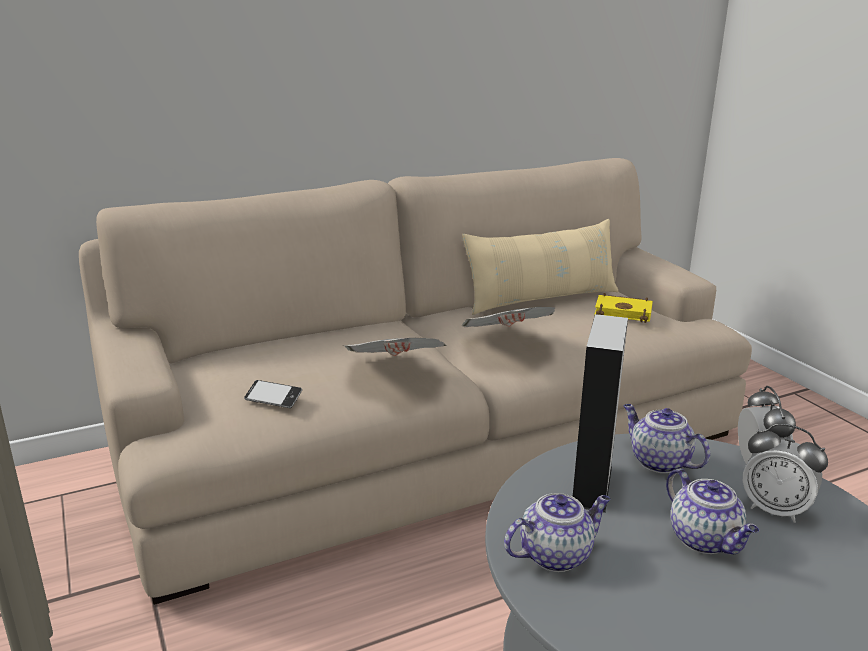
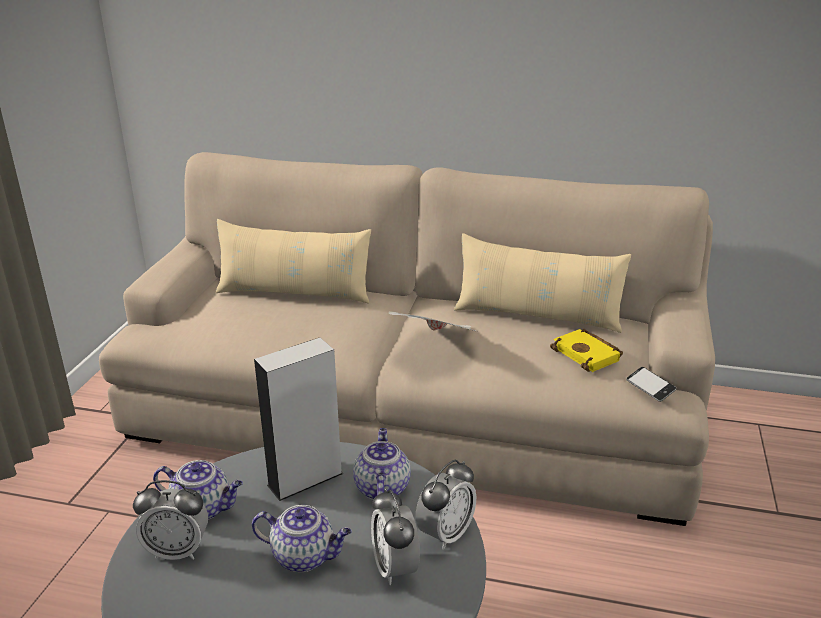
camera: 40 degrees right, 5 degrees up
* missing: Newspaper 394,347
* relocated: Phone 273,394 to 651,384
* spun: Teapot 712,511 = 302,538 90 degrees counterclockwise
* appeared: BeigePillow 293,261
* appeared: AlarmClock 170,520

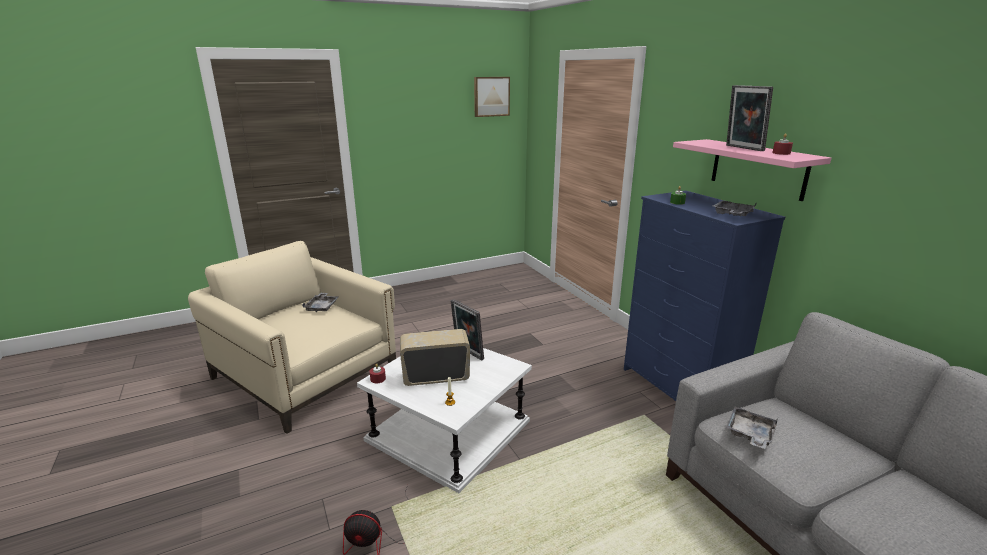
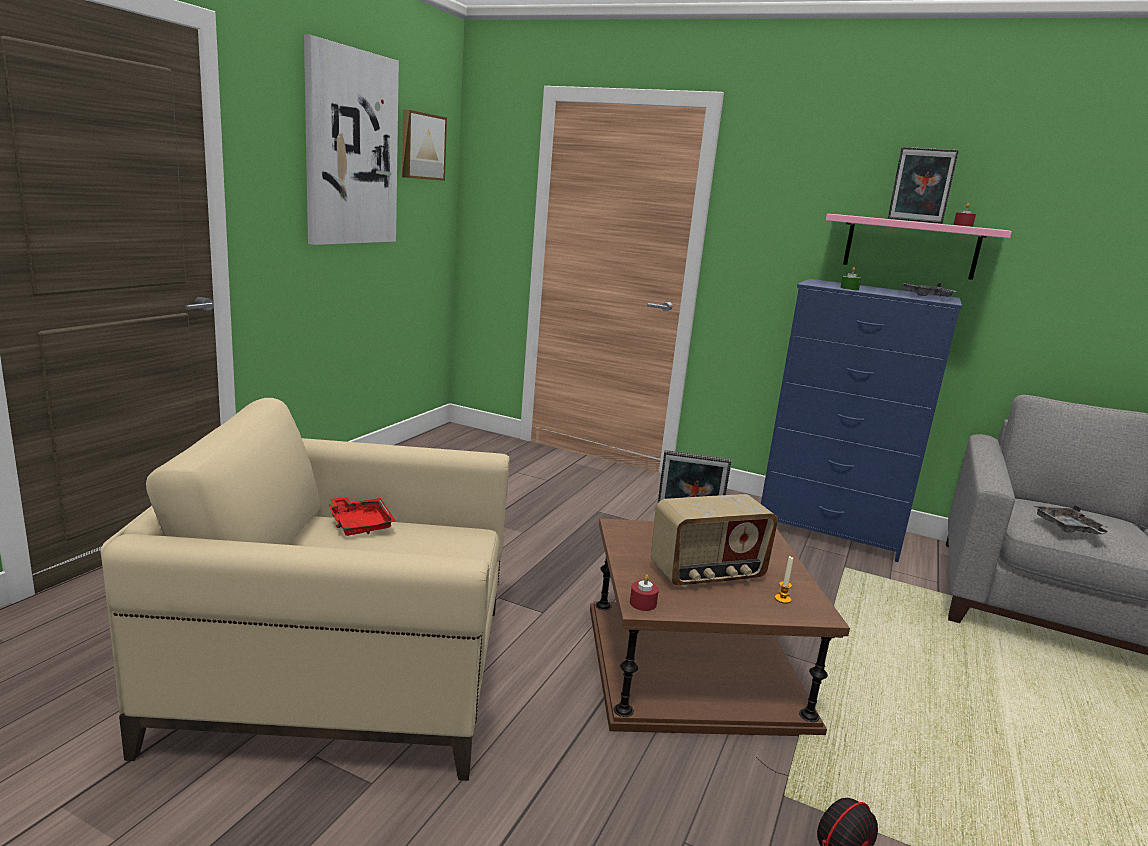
camera: 40 degrees left, 5 degrees down
* colour: GreyTray 320,302 to RedTray 362,516
* spun: Radio 435,357 = 714,541 150 degrees counterclockwise
* colour: WhiteSideTable 444,420 to BrownSideTable 720,627
* appeared: Picture 351,140

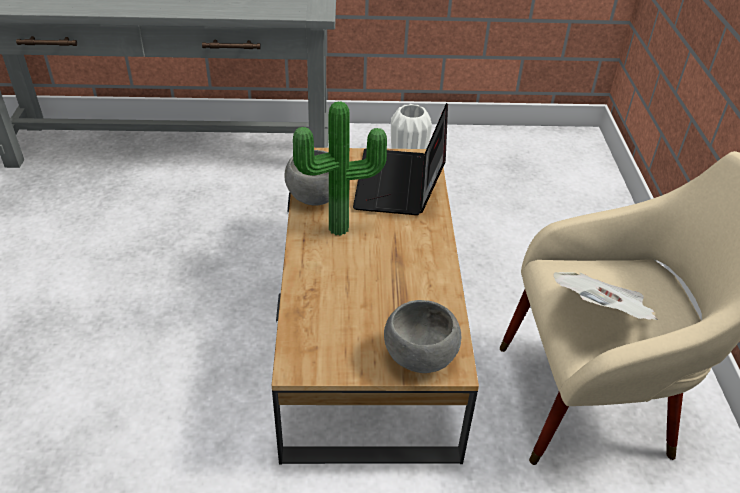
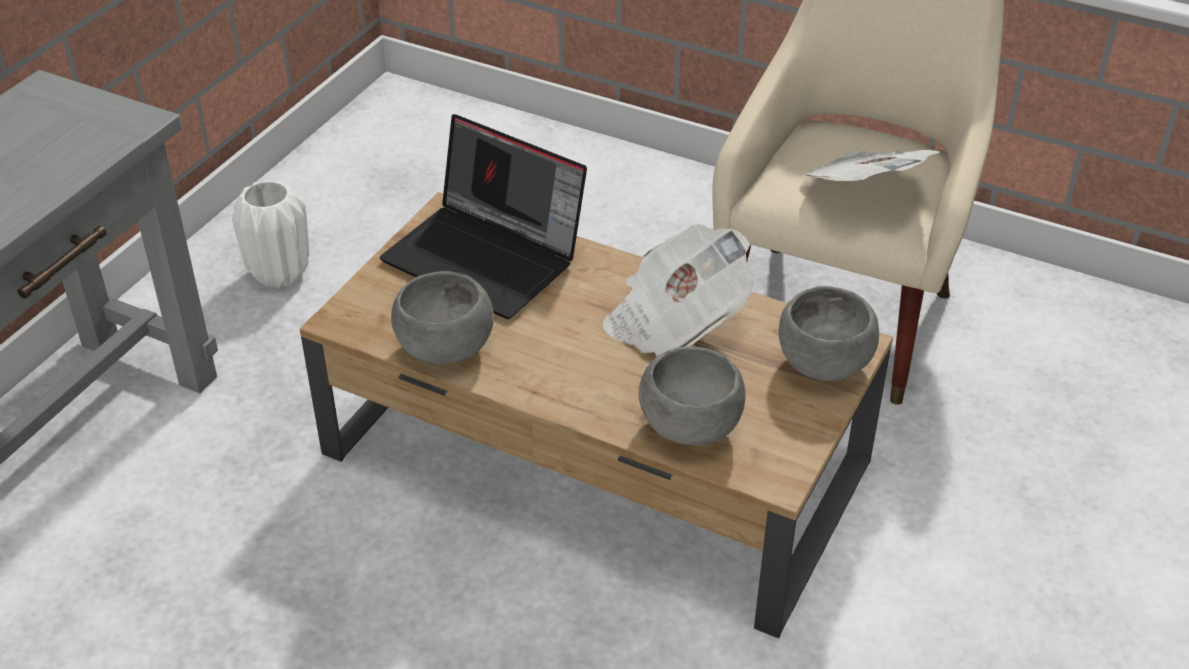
camera: 60 degrees left, 0 degrees up
* missing: PottedPlant 340,168
* appeared: Newspaper 678,290
* appeared: GreyBowl 692,395

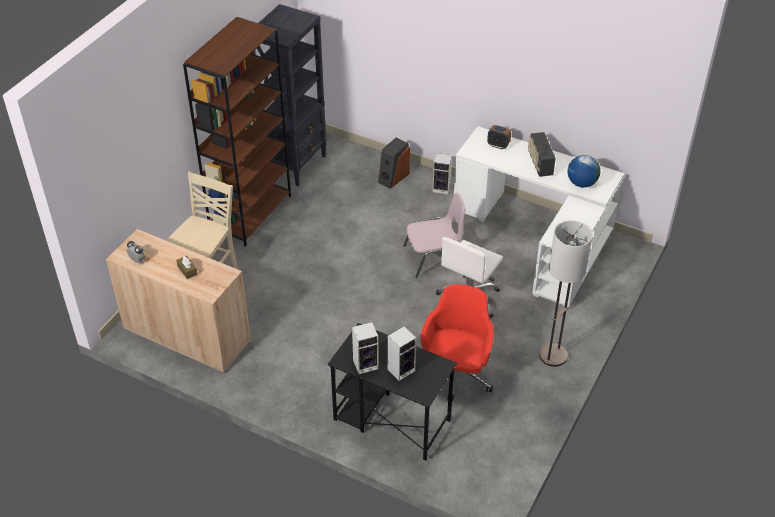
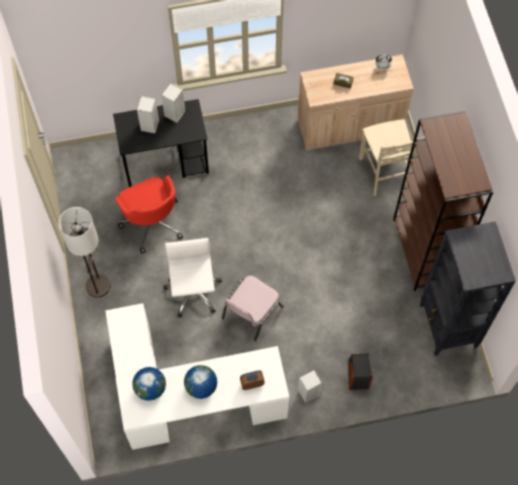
camera: 140 degrees right, 20 degrees up
* exchanged: Radio 542,154 to Globe 200,382

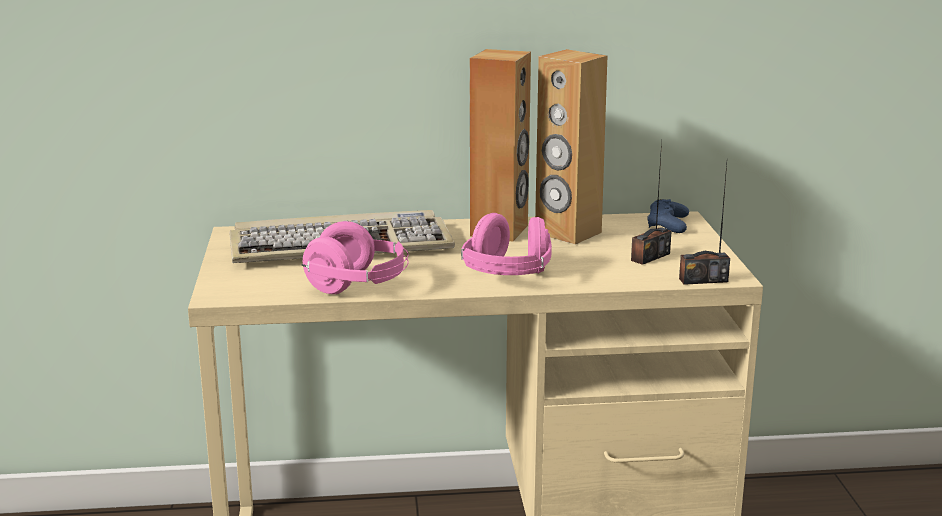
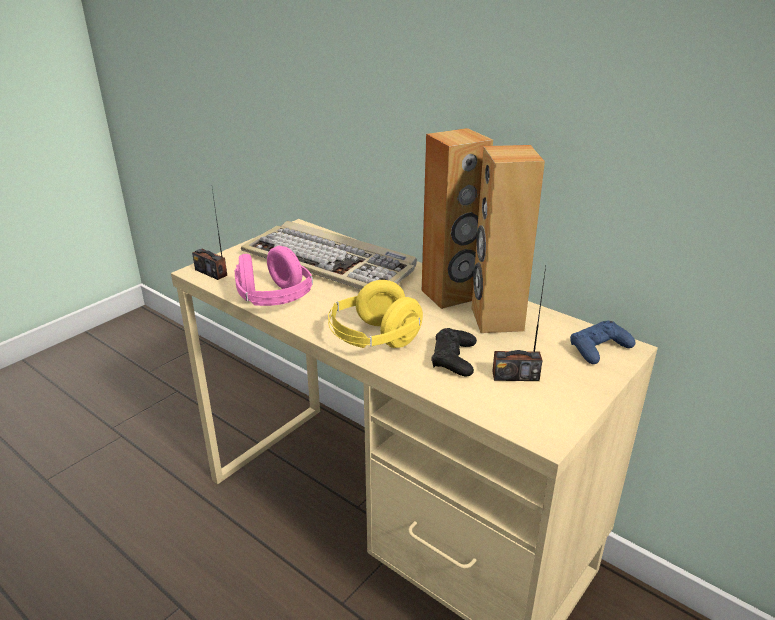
camera: 45 degrees right, 10 degrees up
* relocated: Radio 704,224 to 209,234
* colour: PinkHeadphones 506,244 to YellowHeadphones 375,314
* appeared: BlackGameController 454,352

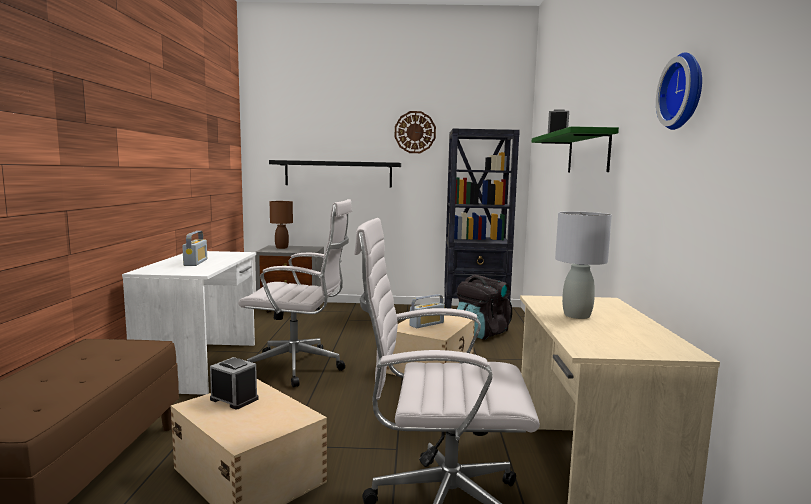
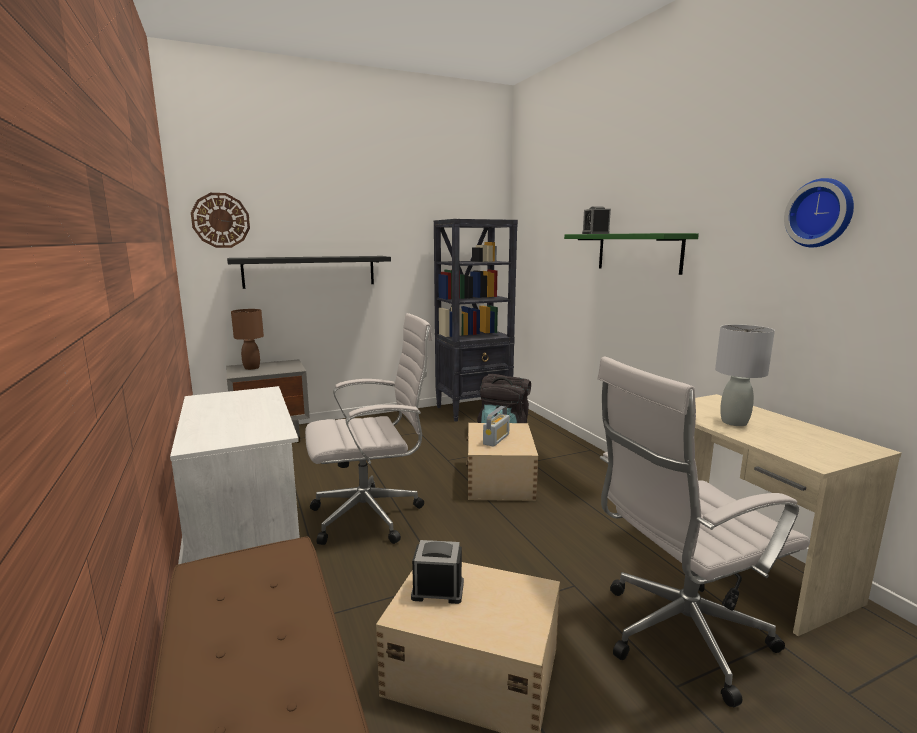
camera: 25 degrees left, 5 degrees up
* relocated: WallClock 415,132 to 220,220
* missing: Radio 194,248

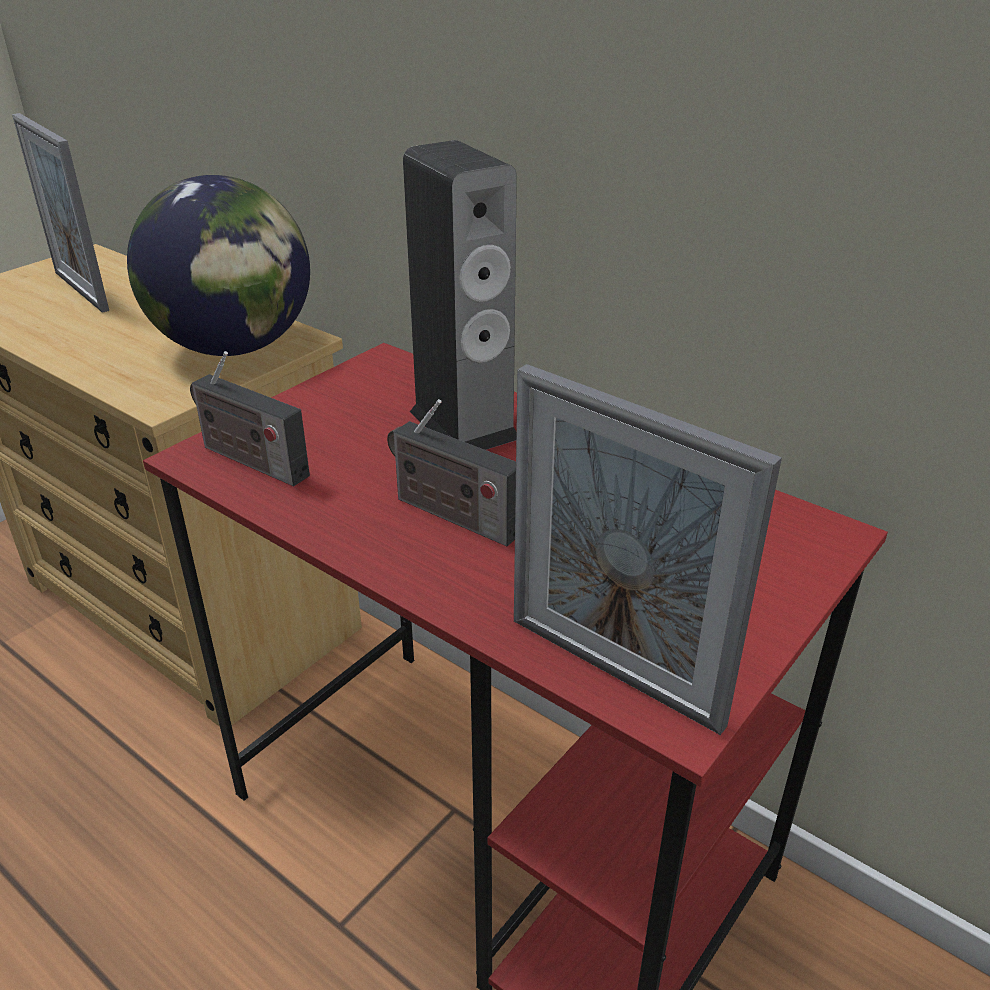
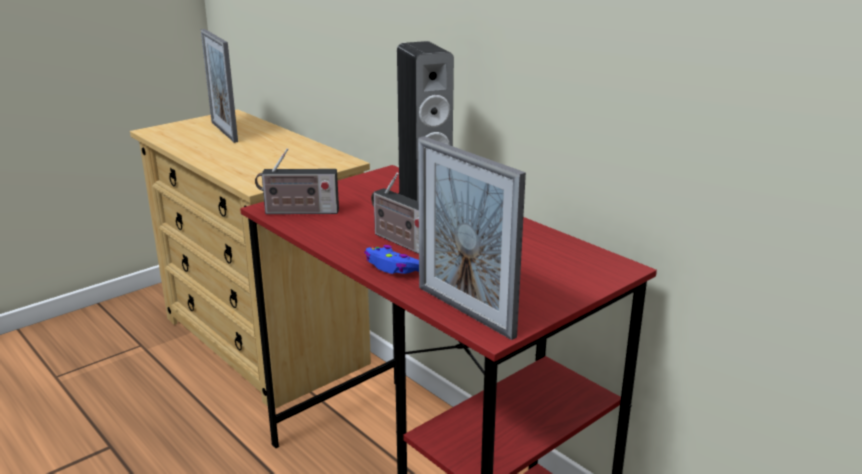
camera: 10 degrees right, 10 degrees down
* missing: Globe 218,265
* spun: Radio 250,418 = 297,181 45 degrees counterclockwise
* appeared: BlueGameController 391,259

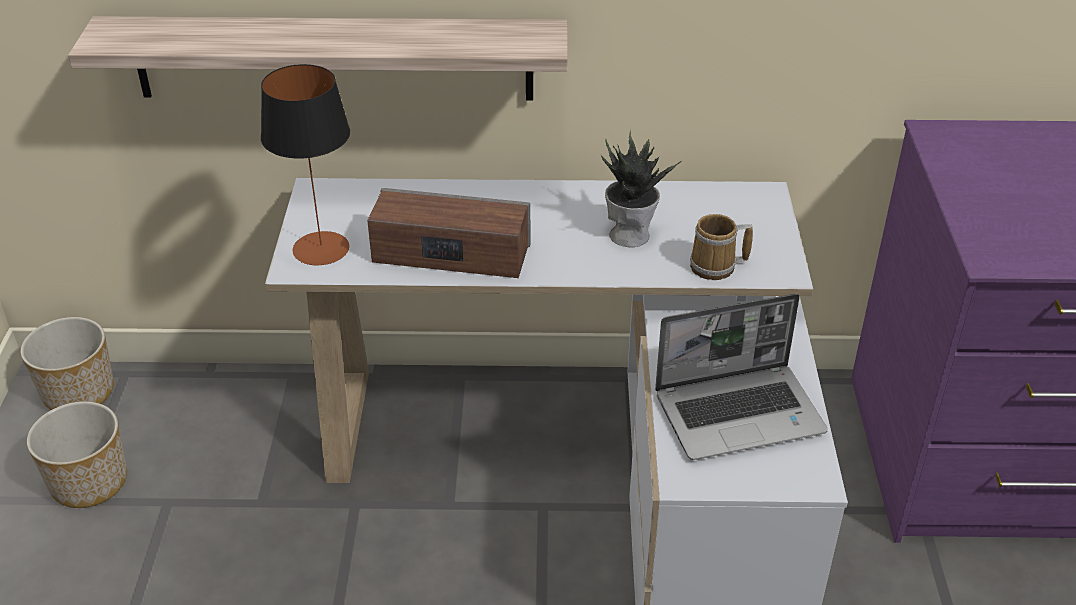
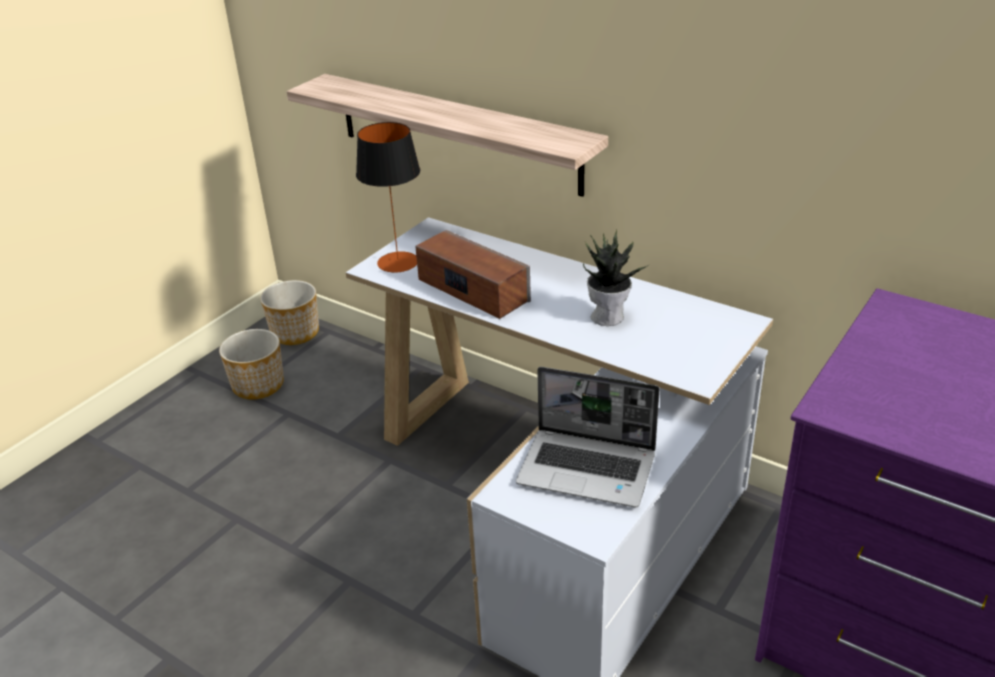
camera: 35 degrees right, 5 degrees down
* missing: Mug 721,247

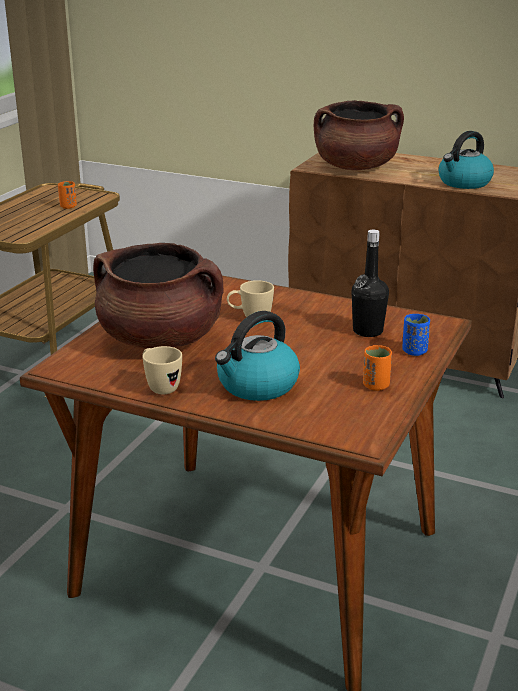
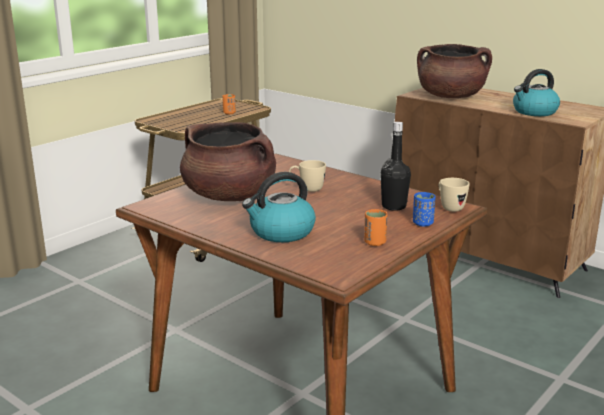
camera: 15 degrees right, 5 degrees down
* relocated: BeigeMug 162,370 to 454,195

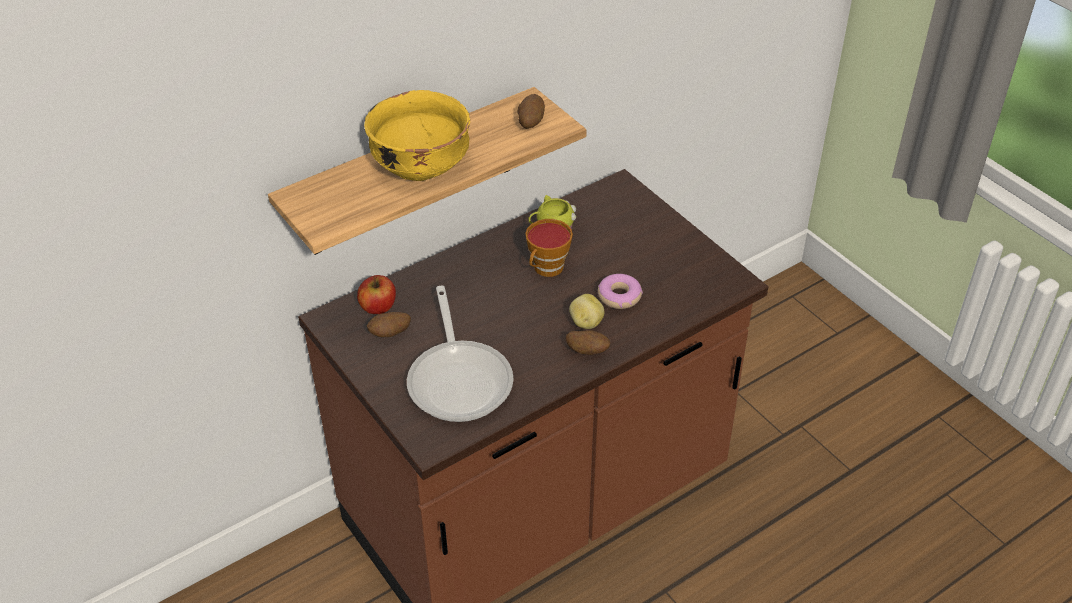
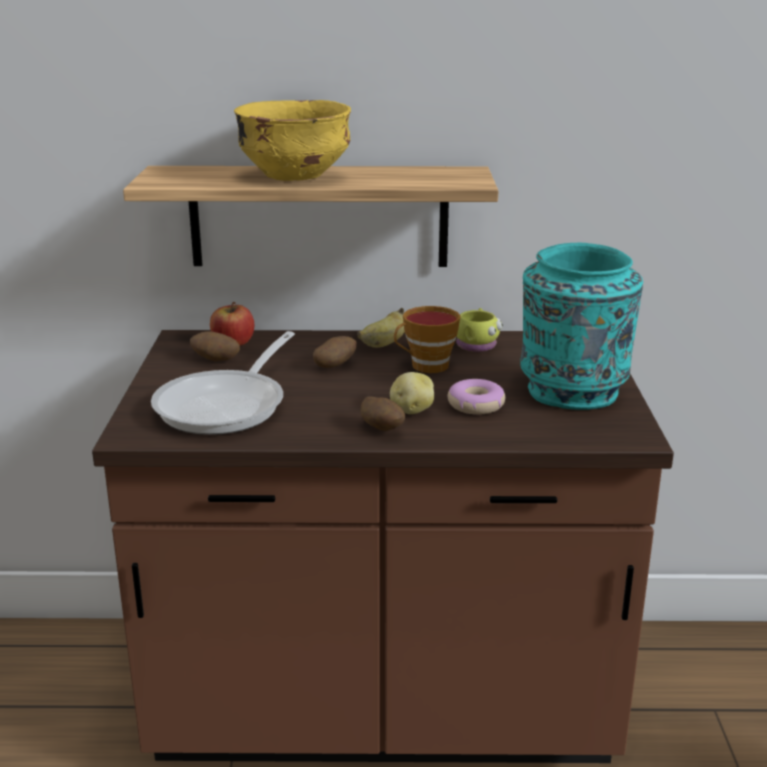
camera: 35 degrees right, 20 degrees down
* relocated: Potato 531,111 to 335,352
* appeared: TurquoiseVase 581,326
* appeared: Banana 381,328

